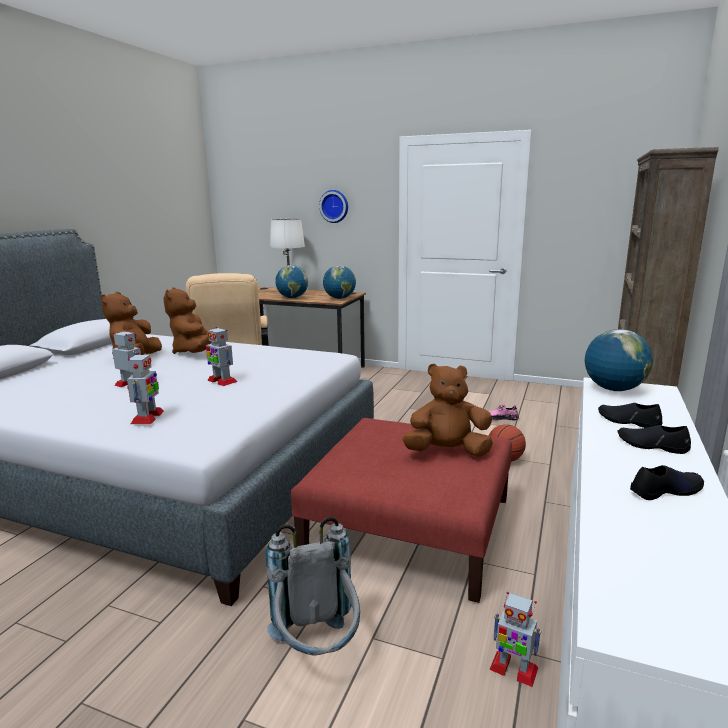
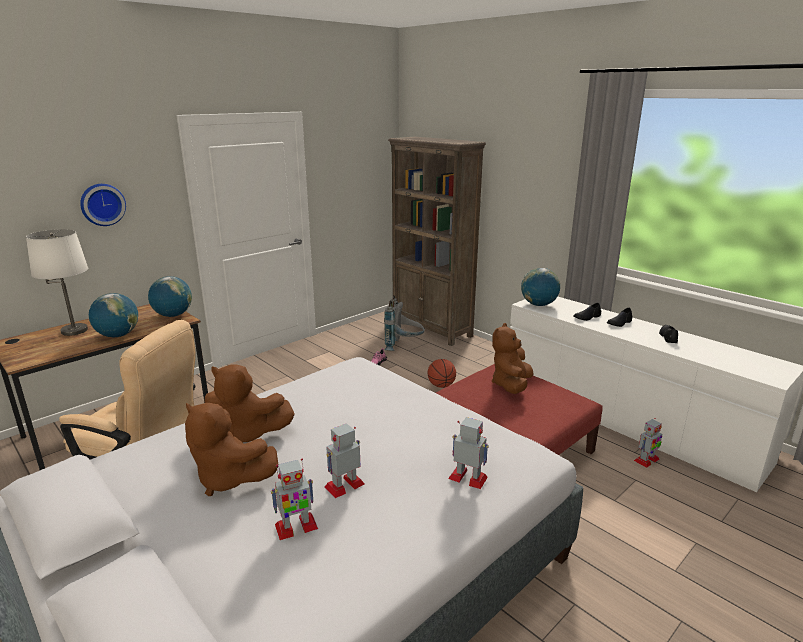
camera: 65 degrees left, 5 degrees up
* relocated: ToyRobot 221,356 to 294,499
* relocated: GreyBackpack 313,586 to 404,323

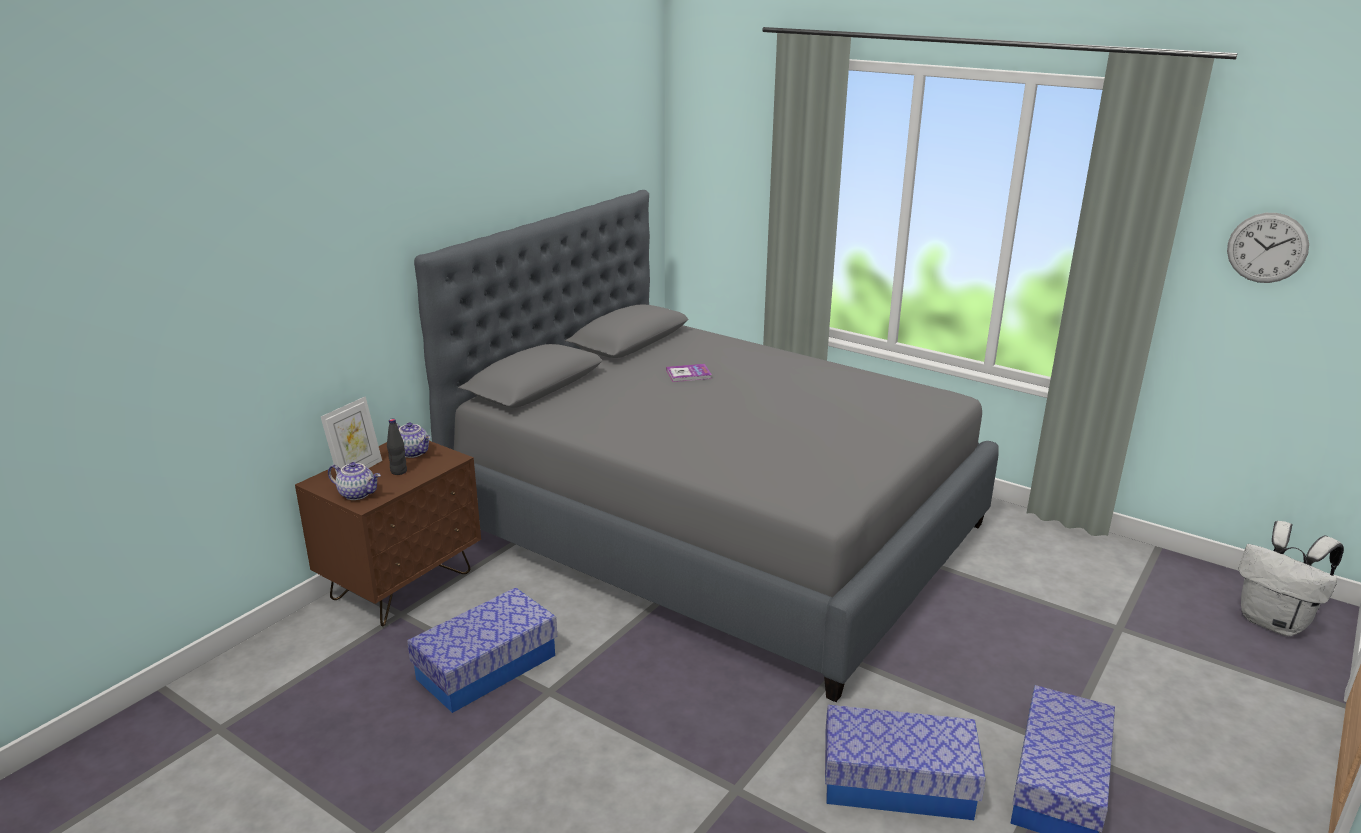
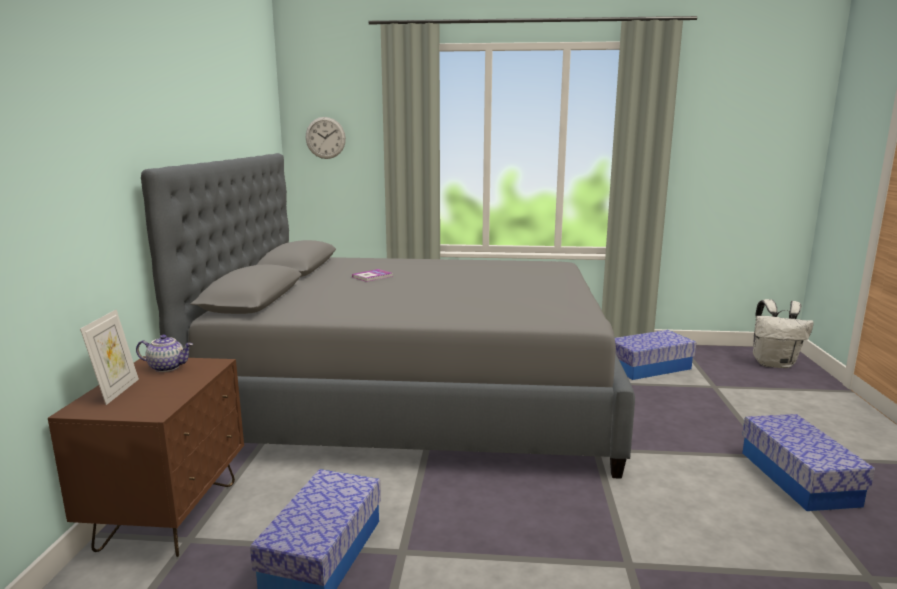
camera: 30 degrees left, 10 degrees down
* relocated: WallClock 1268,248 to 326,138
* missing: BlackBottle 397,447
* missing: Teapot 354,481
* relocated: StorageBox 905,762 to 655,355

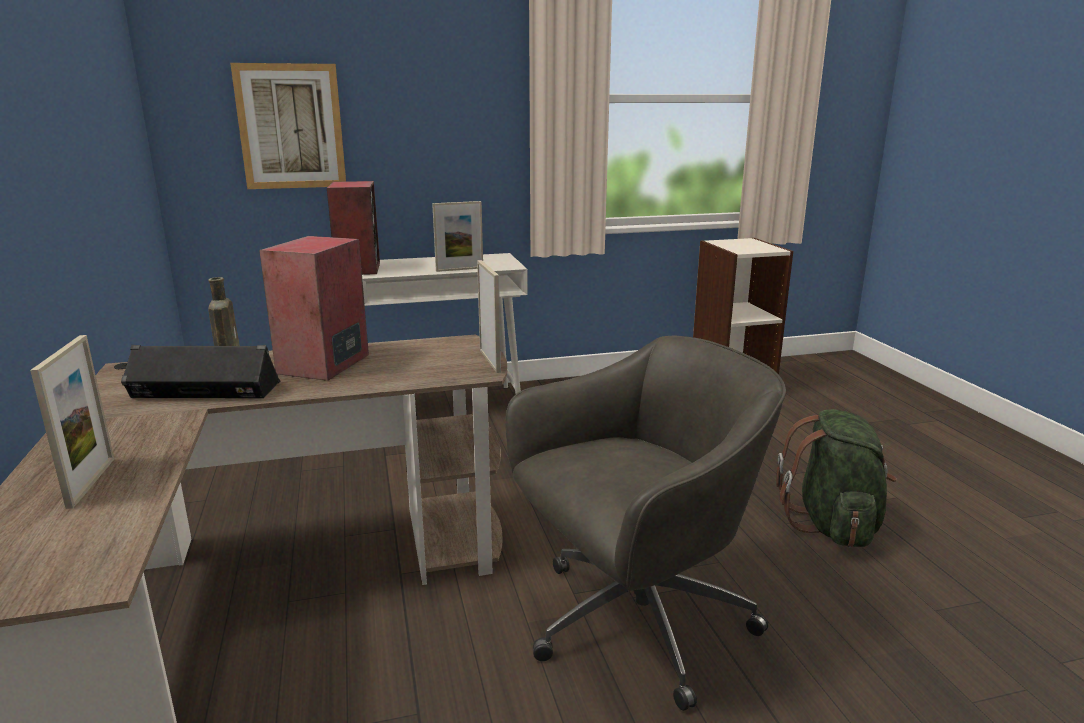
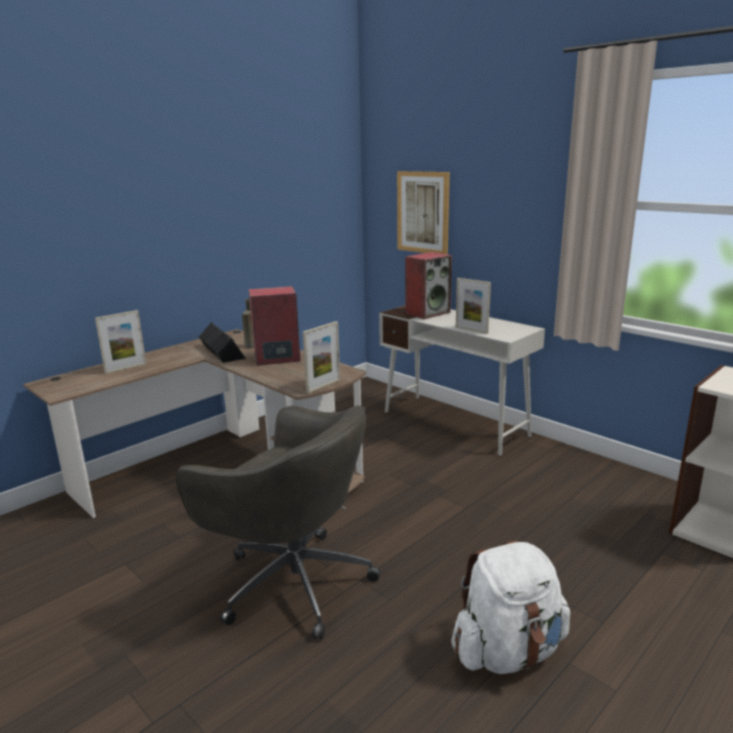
camera: 60 degrees right, 0 degrees up
* colour: GreenBackpack 836,478 to WhiteBackpack 510,607

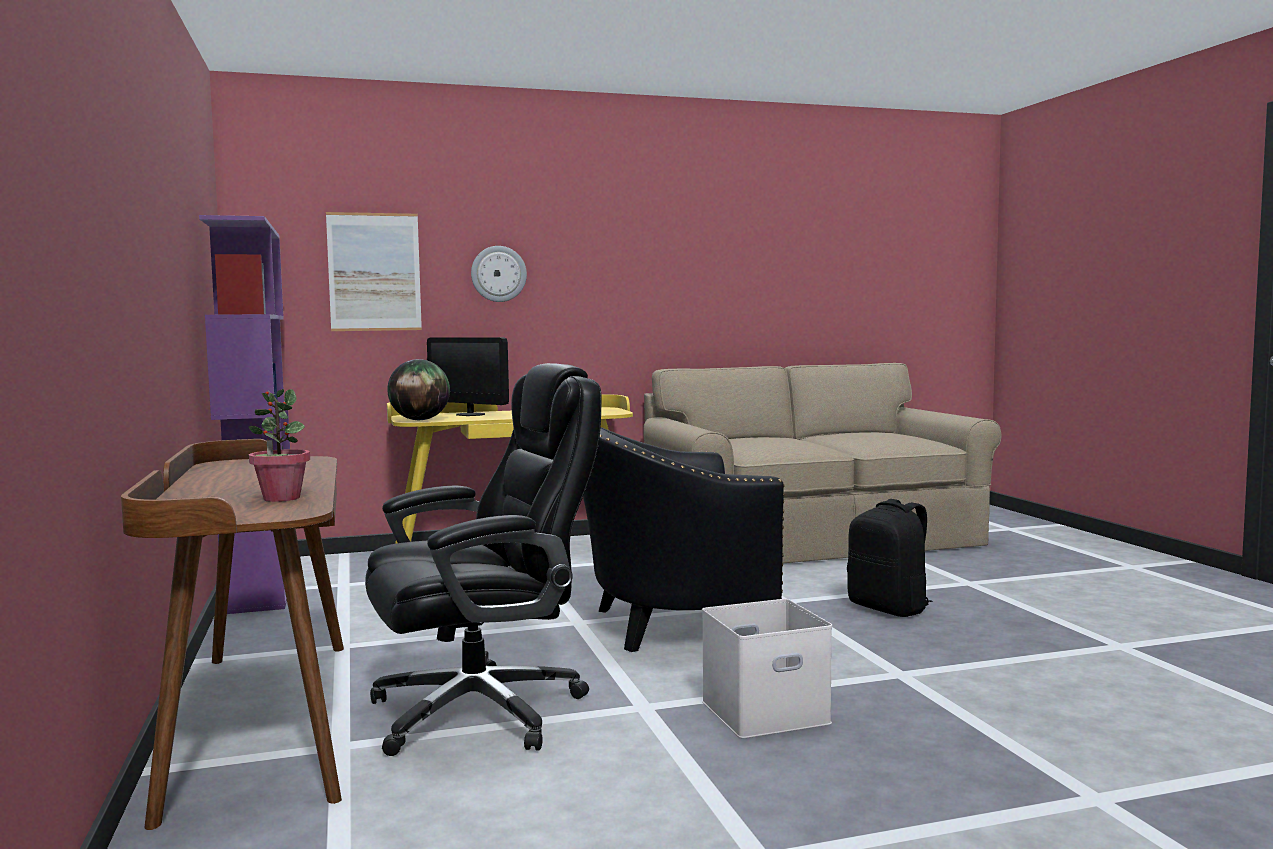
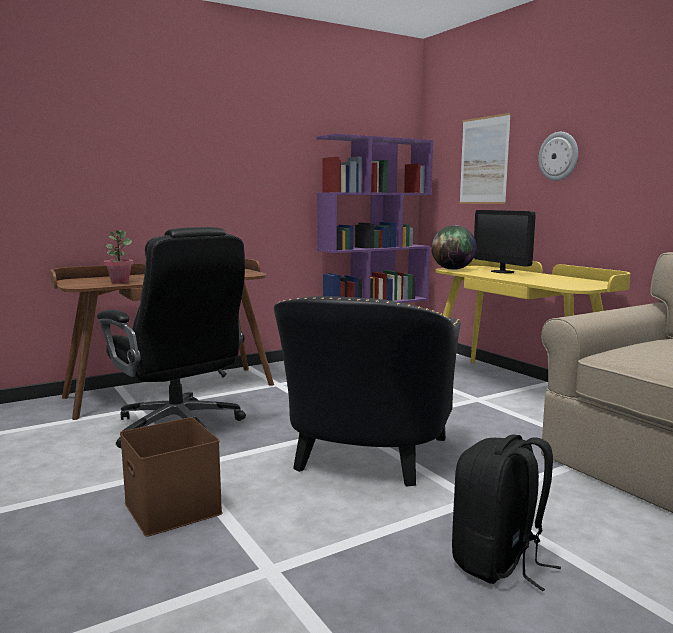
camera: 75 degrees right, 5 degrees up
* spun: Monitor 468,376 = 505,241 45 degrees counterclockwise
* spun: BlackArmchair 684,539 = 367,391 135 degrees counterclockwise
* colour: WhiteStorageBox 767,668 to BrownStorageBox 171,477

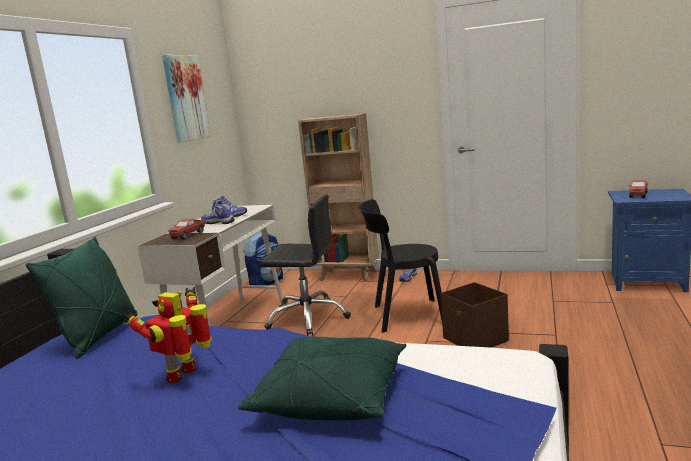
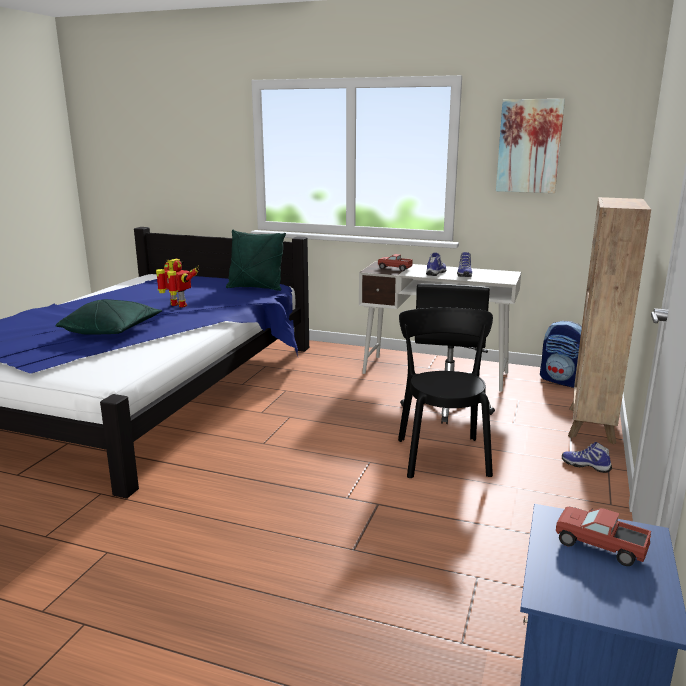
camera: 90 degrees right, 5 degrees up
* missing: BrownStorageBox 475,315

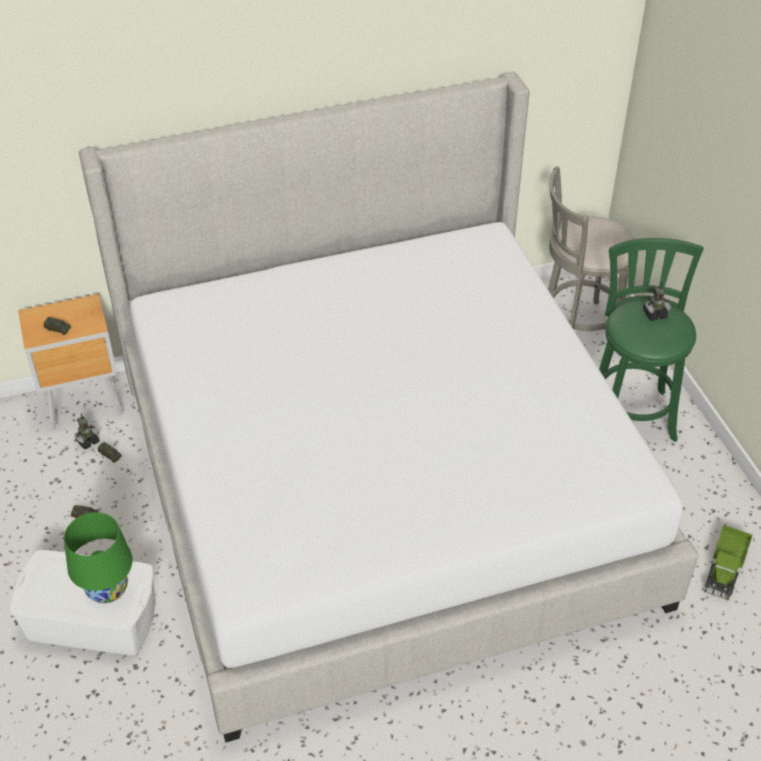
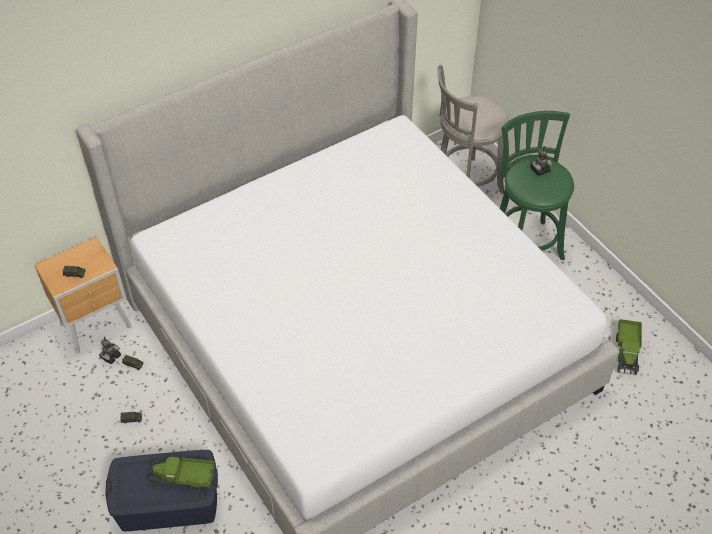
camera: 15 degrees left, 5 degrees up
* exchanged: GreenTableLamp 98,557 to ToyTruck 181,474
* colour: WhiteStorageBox 82,602 to BlueStorageBox 161,490

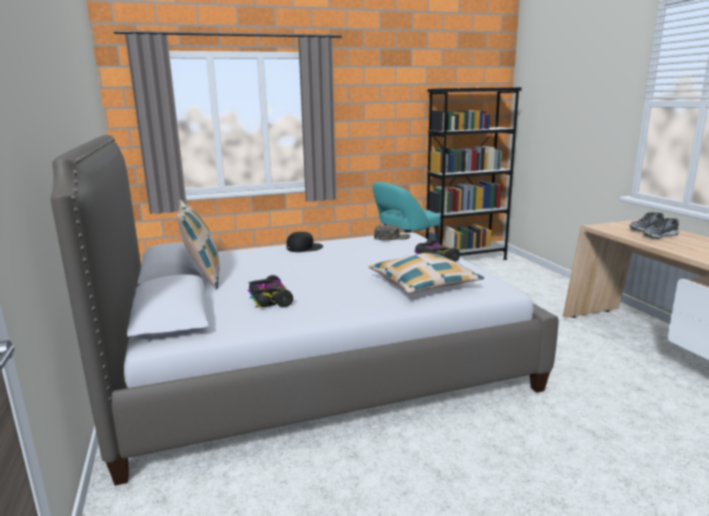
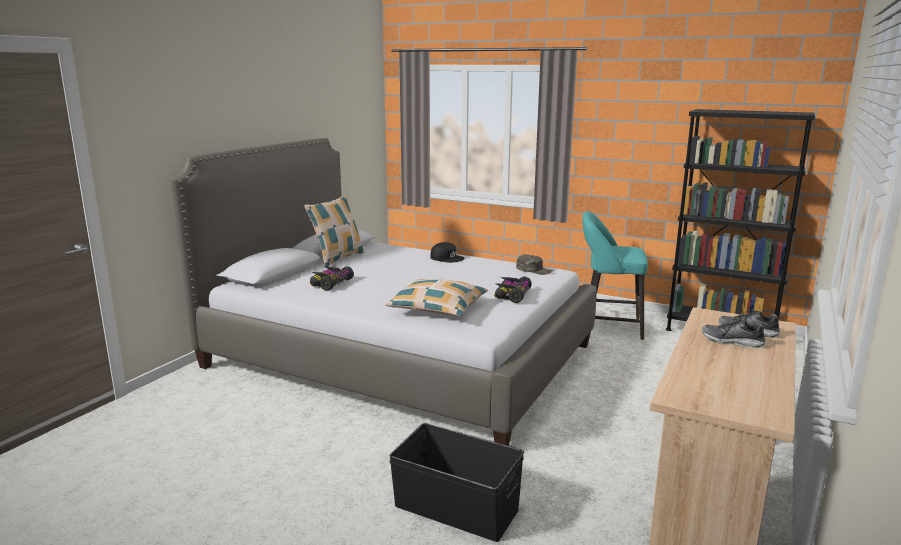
camera: 45 degrees right, 0 degrees up
* appeared: BlackStorageBox 456,482

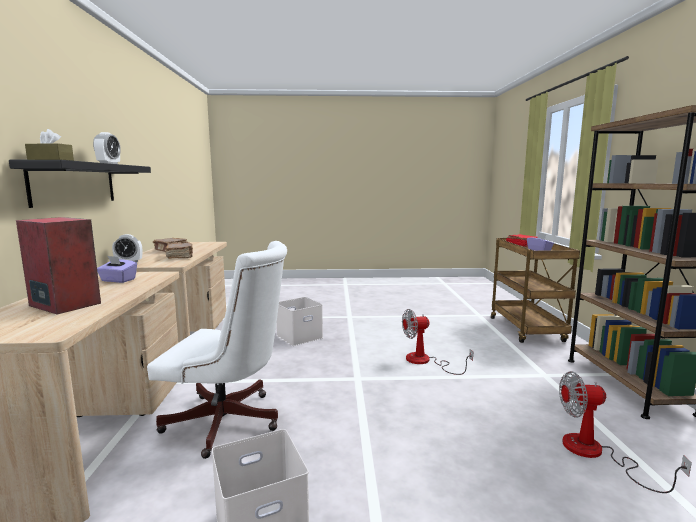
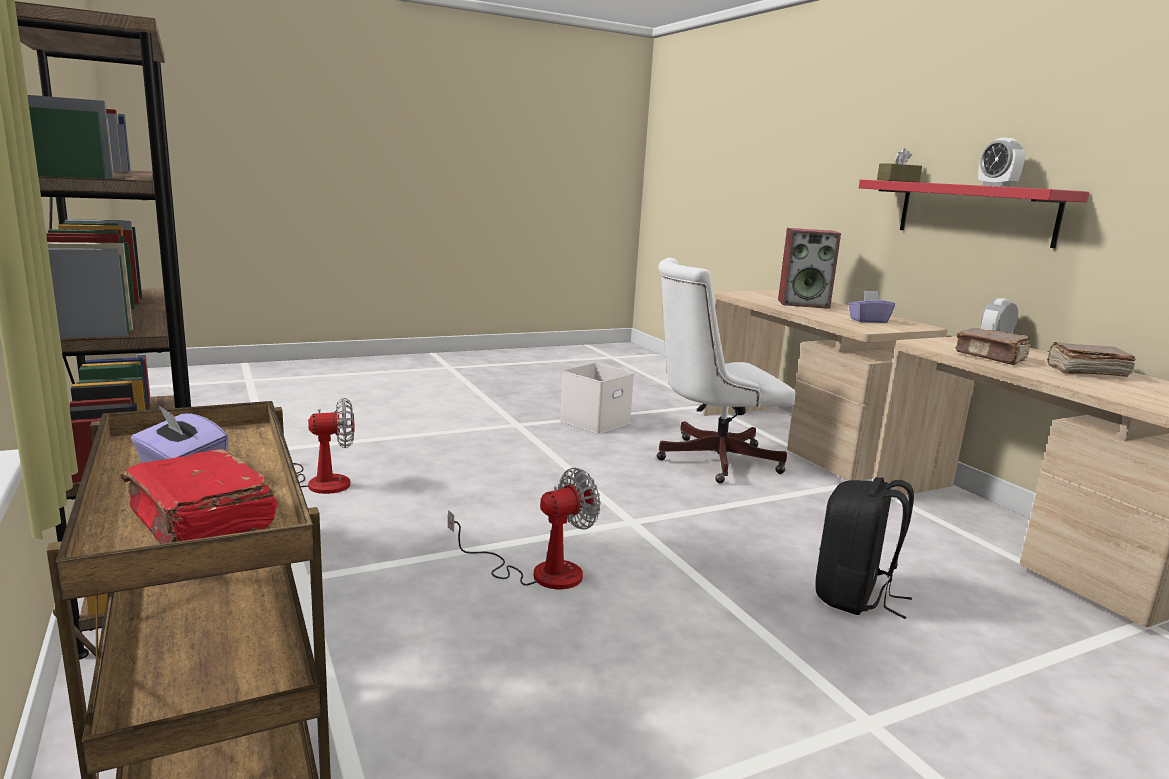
camera: 155 degrees right, 5 degrees up
* colour: BlackShelf 80,184 to RedShelf 974,214
* exchanged: WhiteStorageBox 300,321 to BlackBackpack 865,548

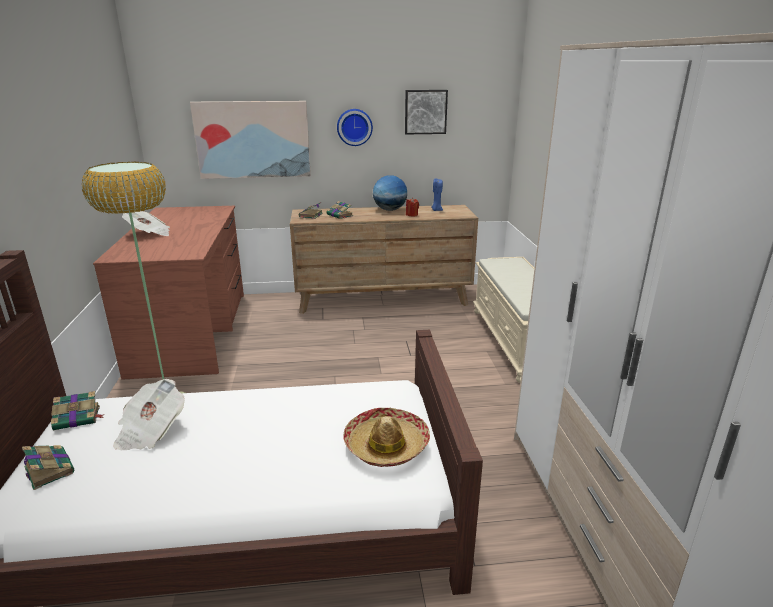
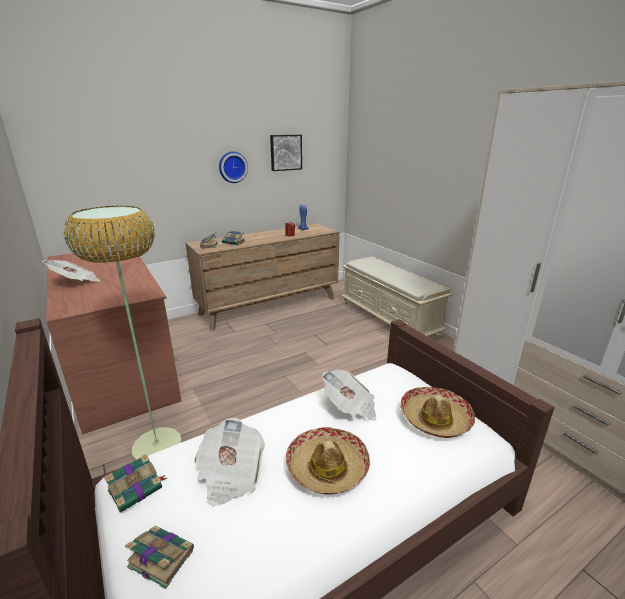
camera: 25 degrees left, 0 degrees up
* missing: Picture 250,140
* missing: Globe 390,193
* appeared: Newspaper 349,395
* appeared: Hat 328,461

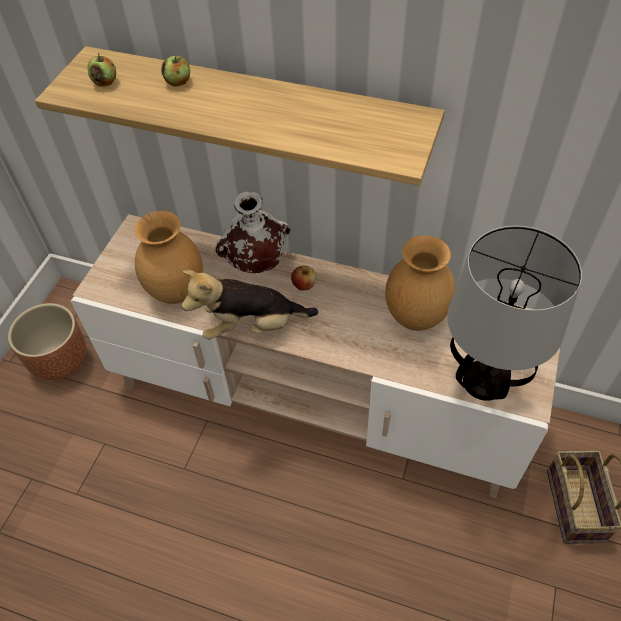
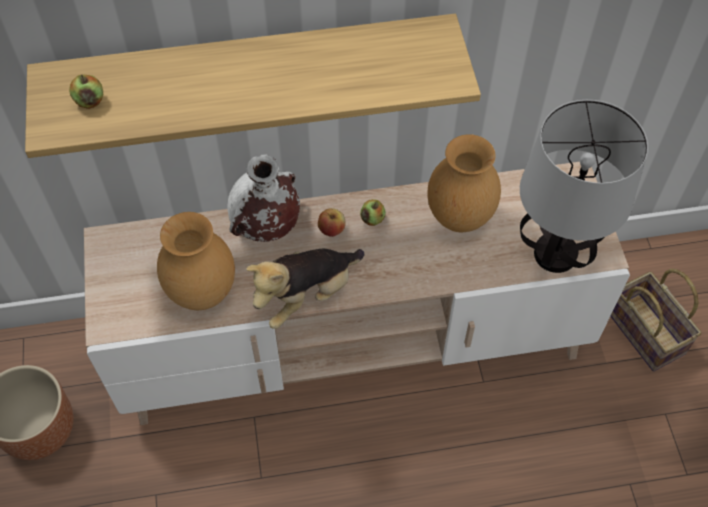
camera: 30 degrees left, 5 degrees up
* relocated: Apple 175,71 to 373,212

